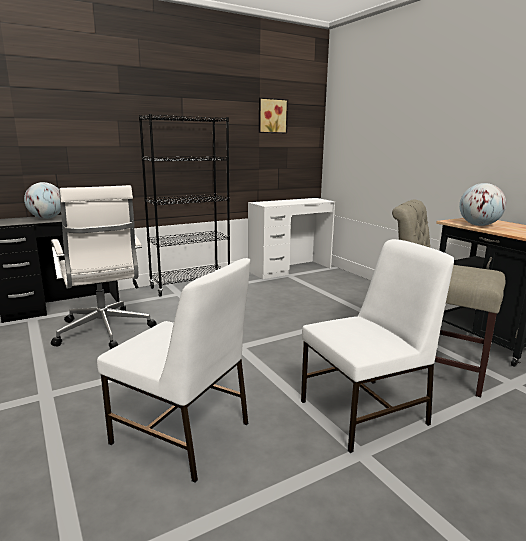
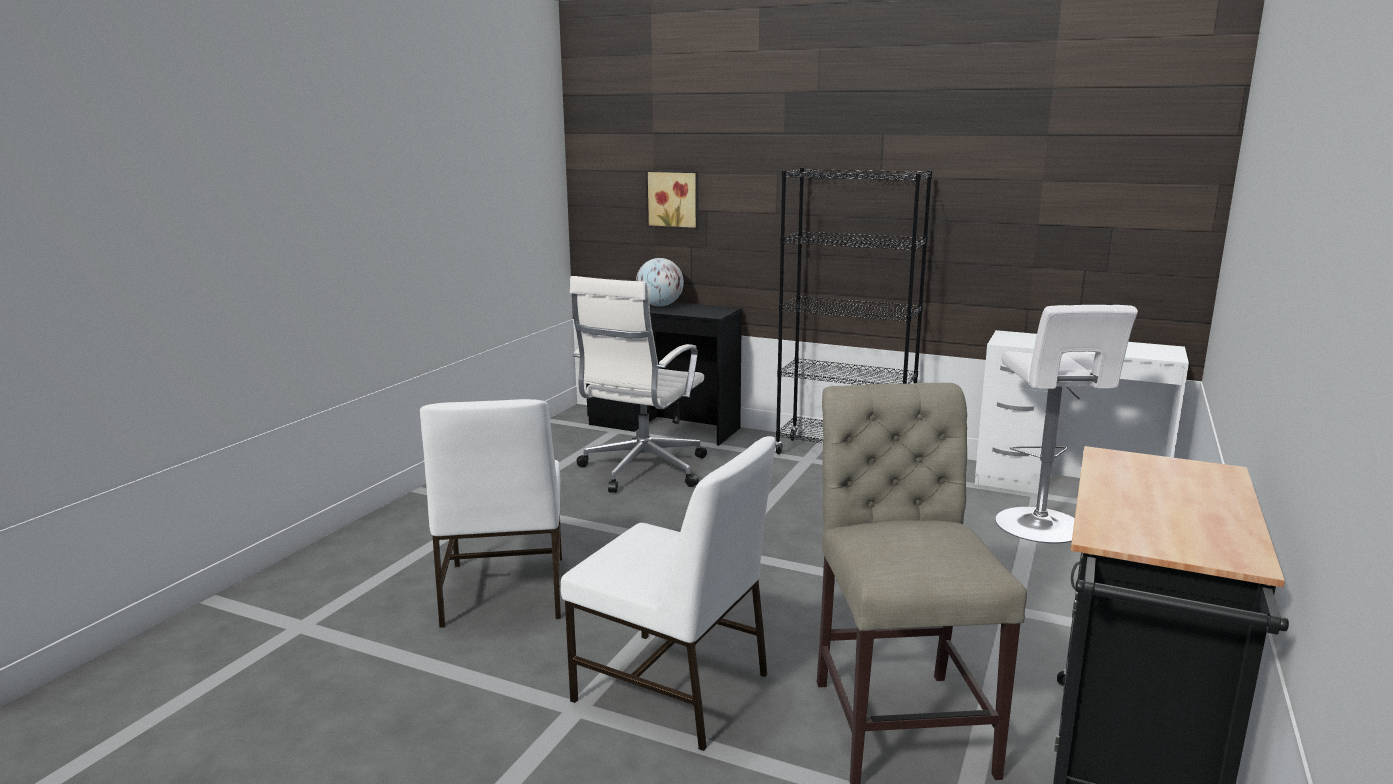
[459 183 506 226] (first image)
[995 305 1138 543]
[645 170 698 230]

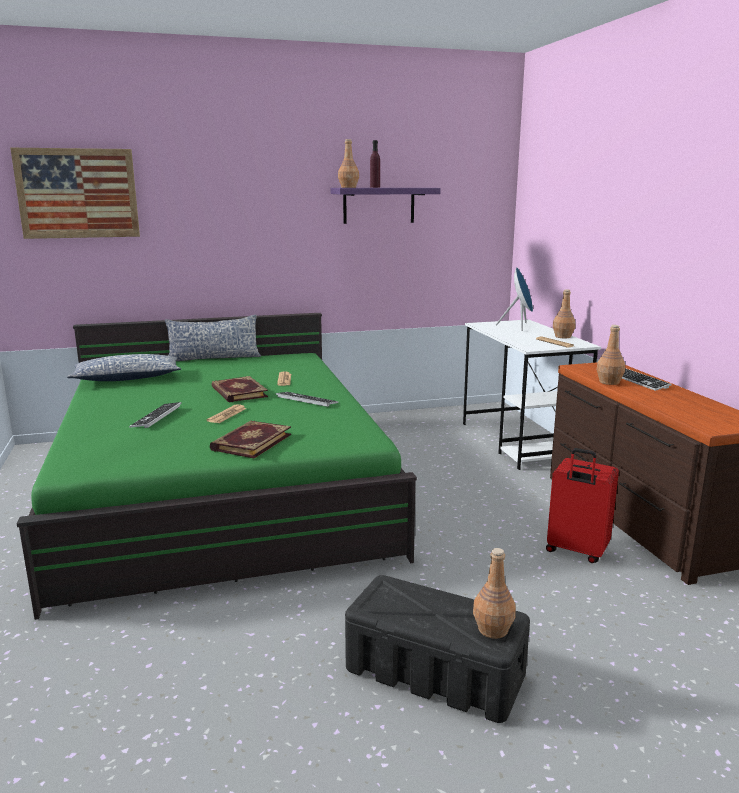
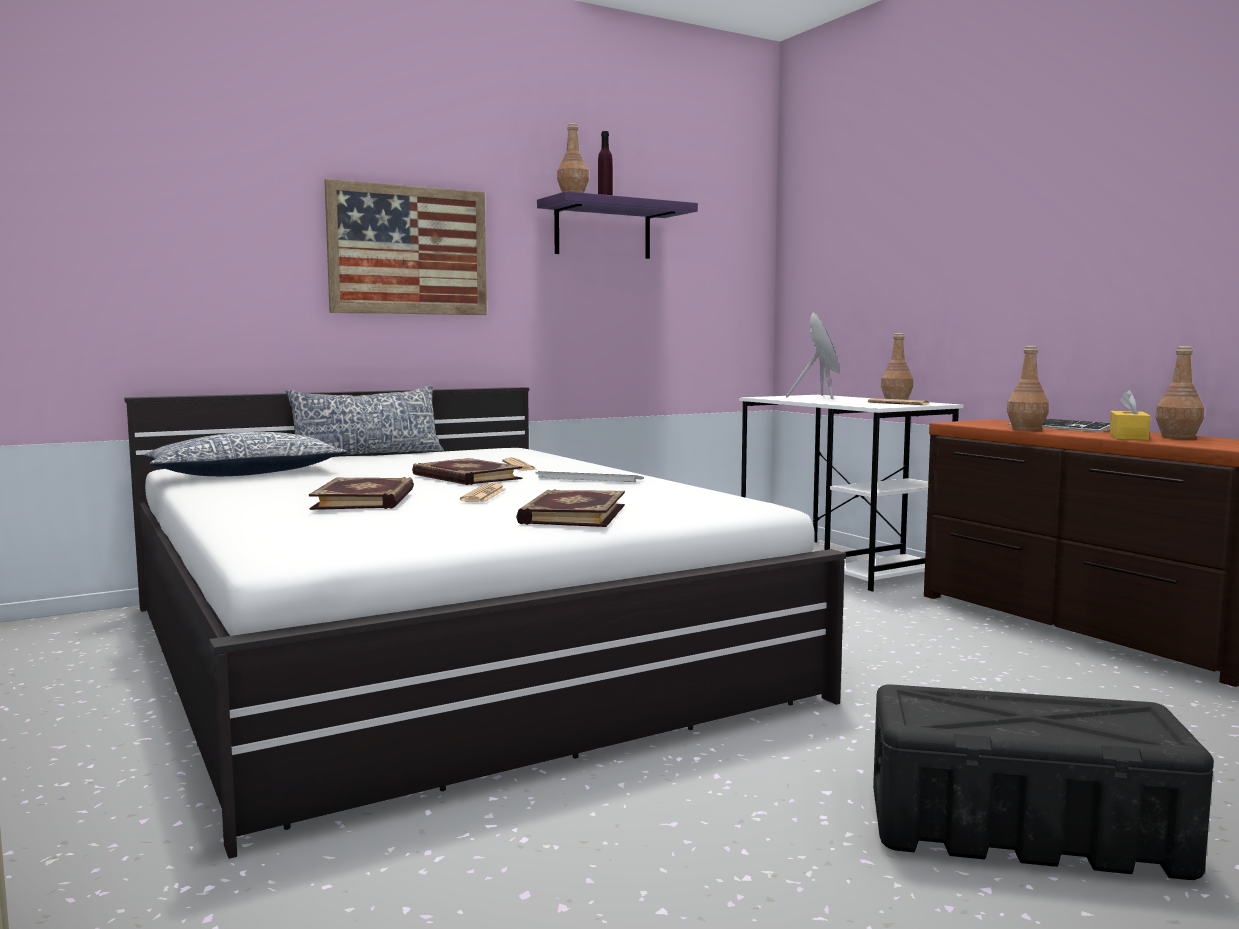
[546 448 619 563] (first image)
[1109 390 1151 440]
[324 179 487 315]
[1156 346 1204 439]
[309 477 414 510]
[124 387 846 859]

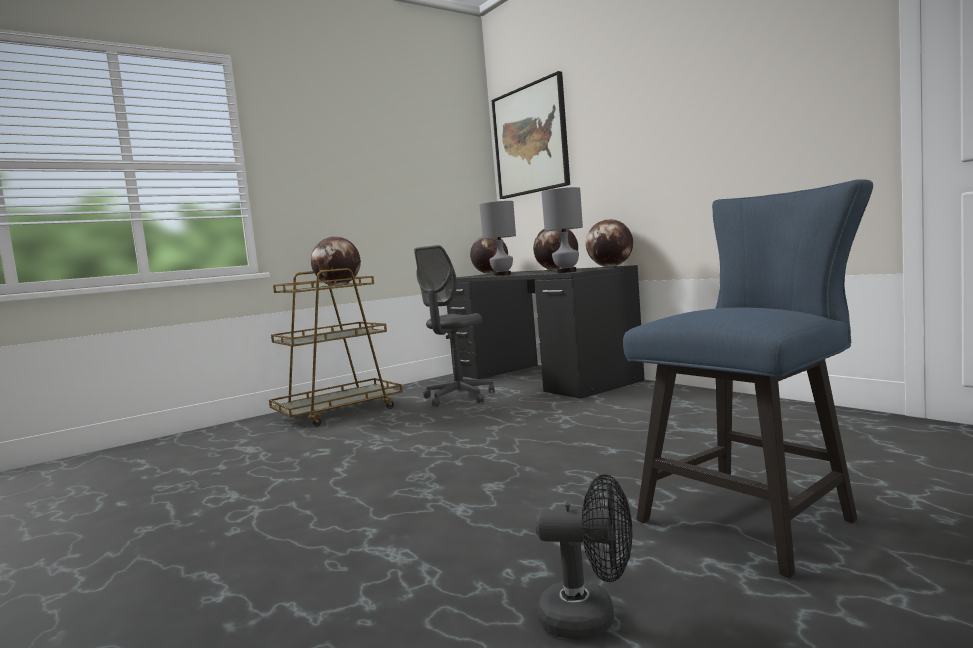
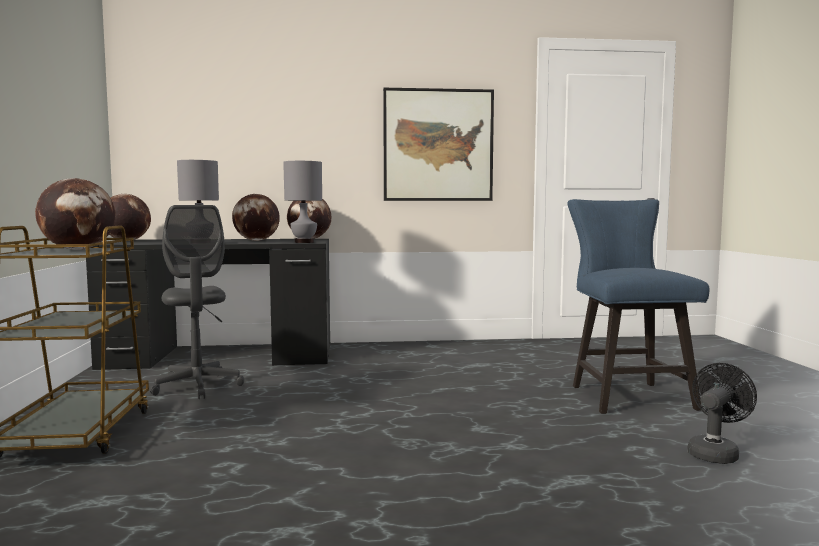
[383 88 494 201]

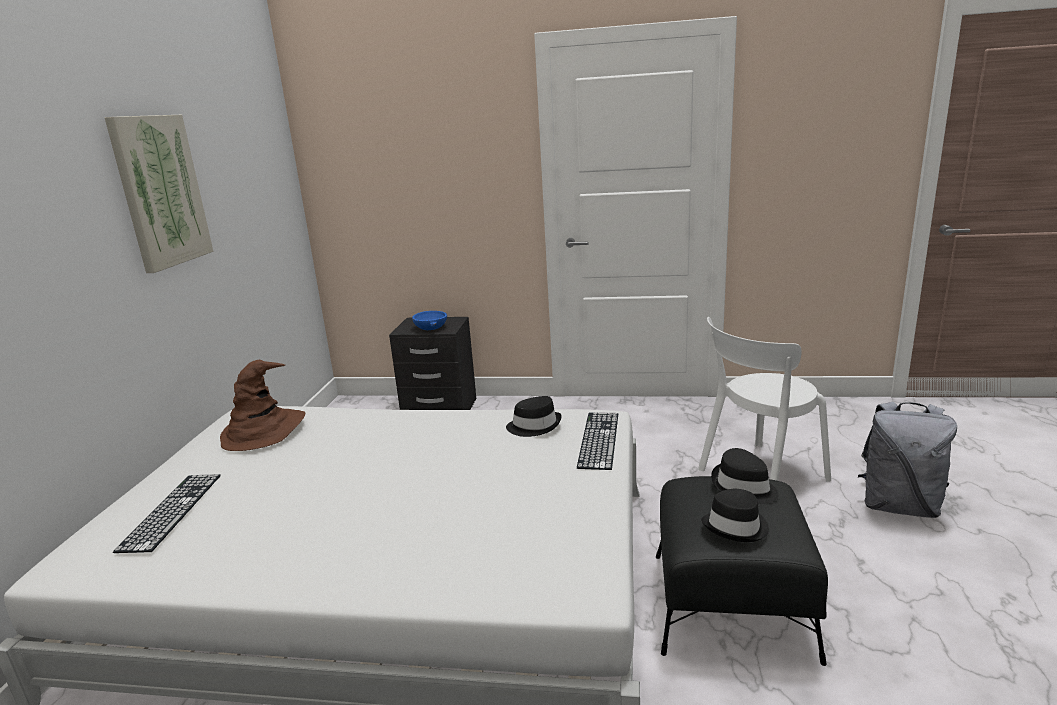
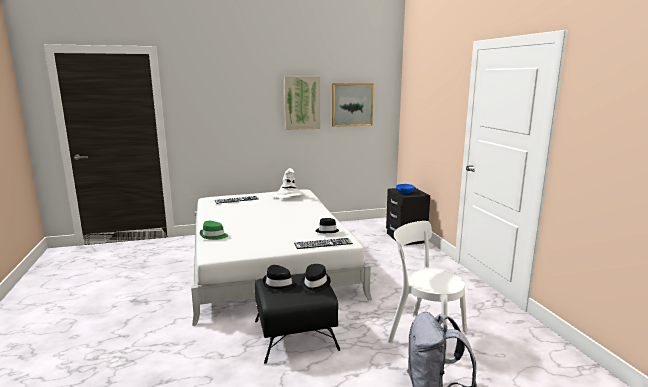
[200 221 228 240]
[332 83 374 127]
[272 168 305 199]

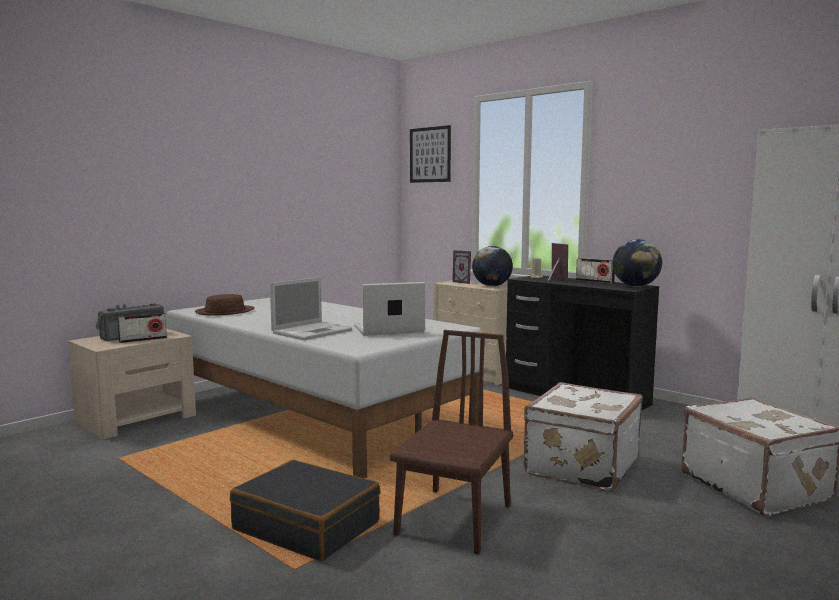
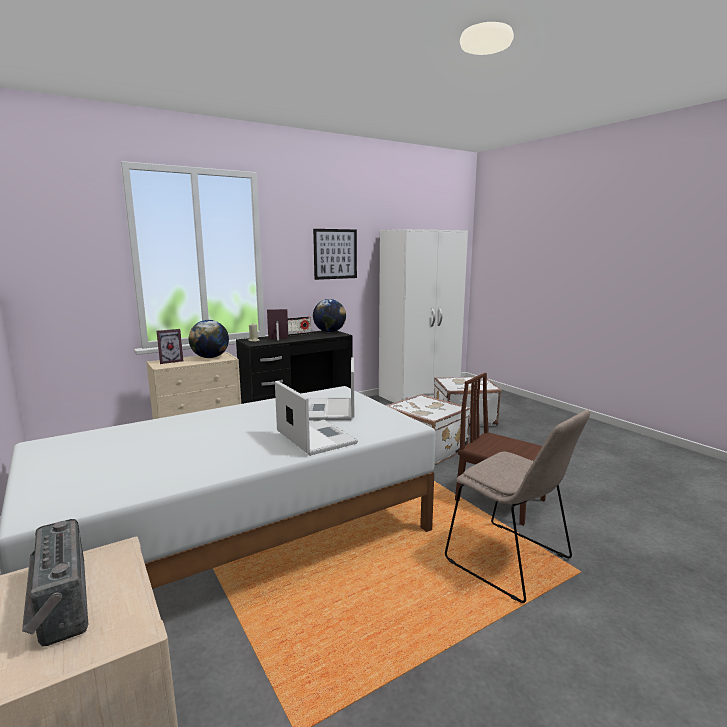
[117 313 167 343] (first image)
[195 294 255 315] (first image)
[313 229 357 280]
[445 409 590 603]

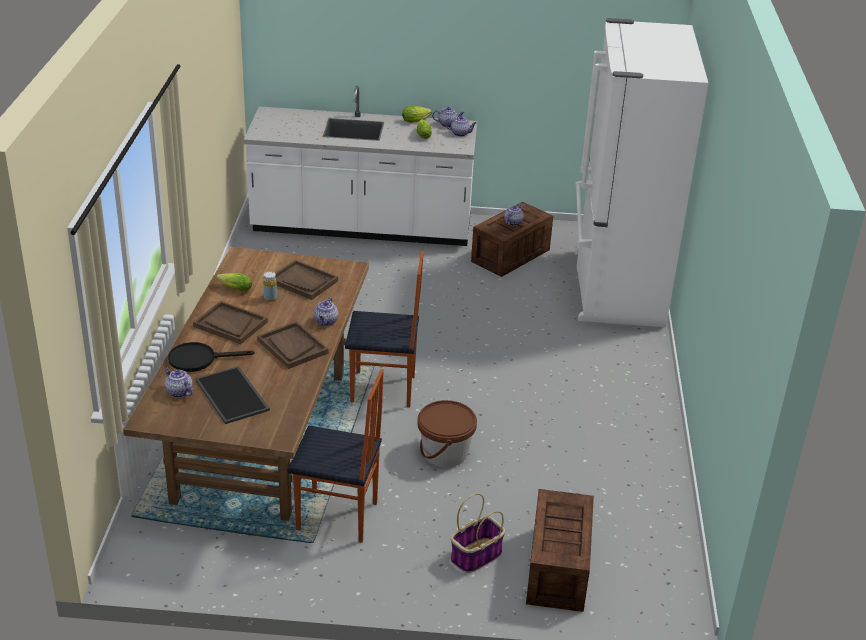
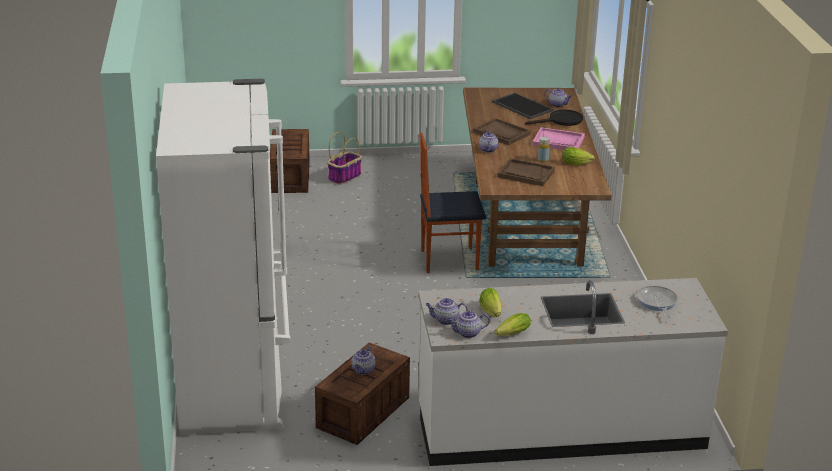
[287 369 384 543] (first image)
[417 400 477 468] (first image)
[637 286 678 317]
[532 127 585 150]

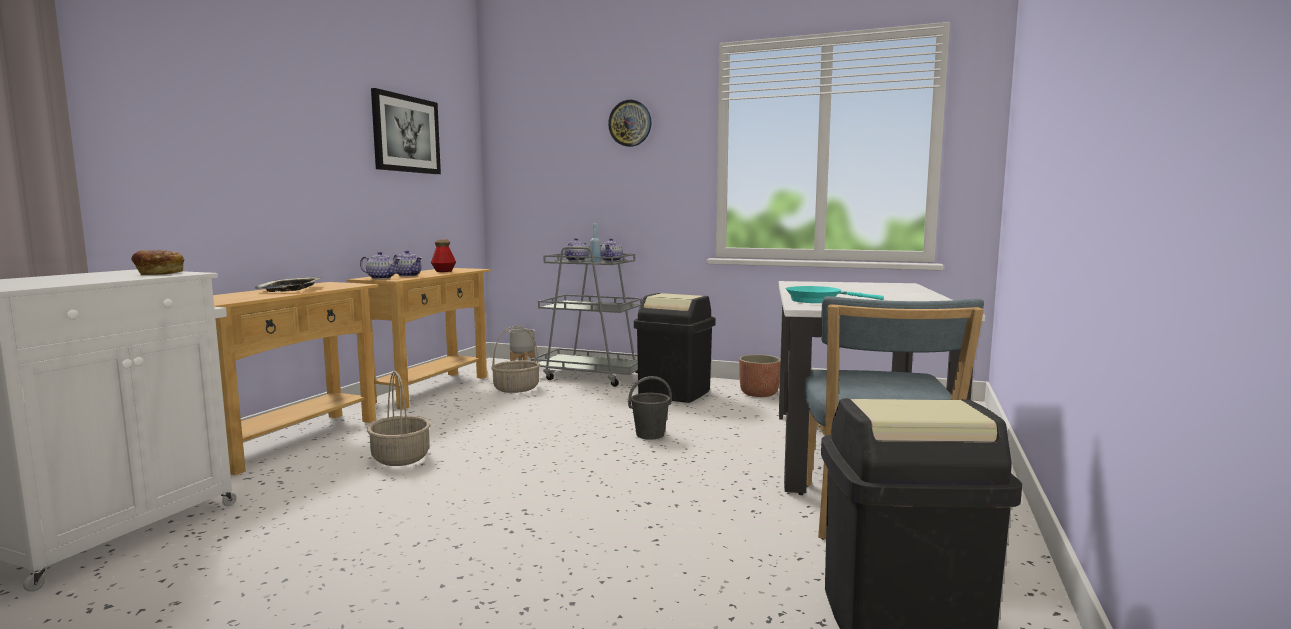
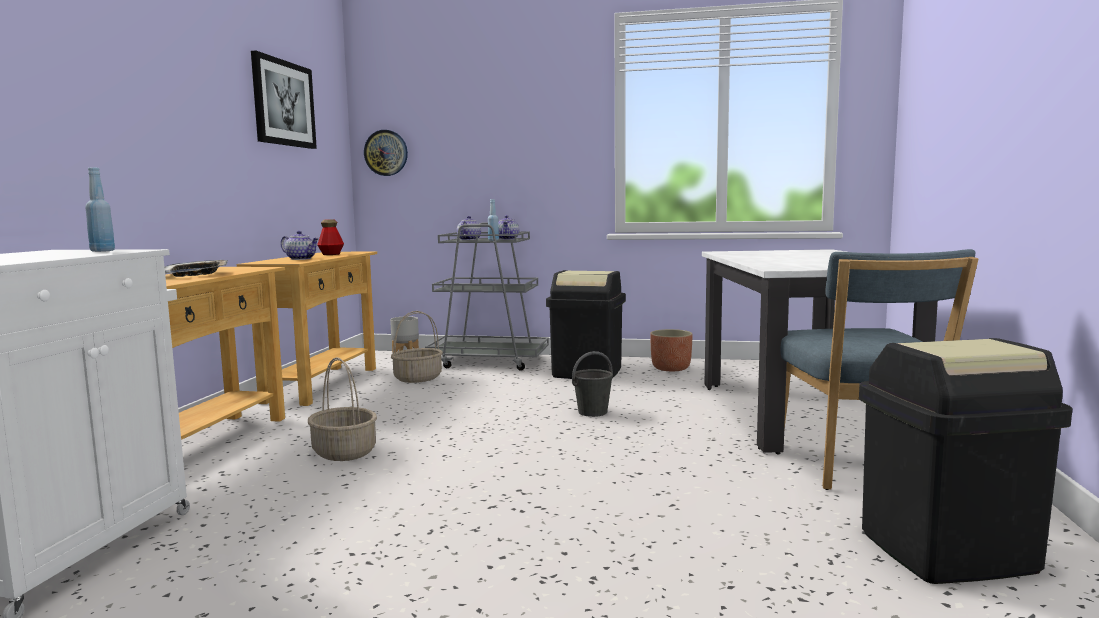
[360 252 401 279] (first image)
[785 286 884 303] (first image)
[364 130 408 176]
[85 168 115 252]

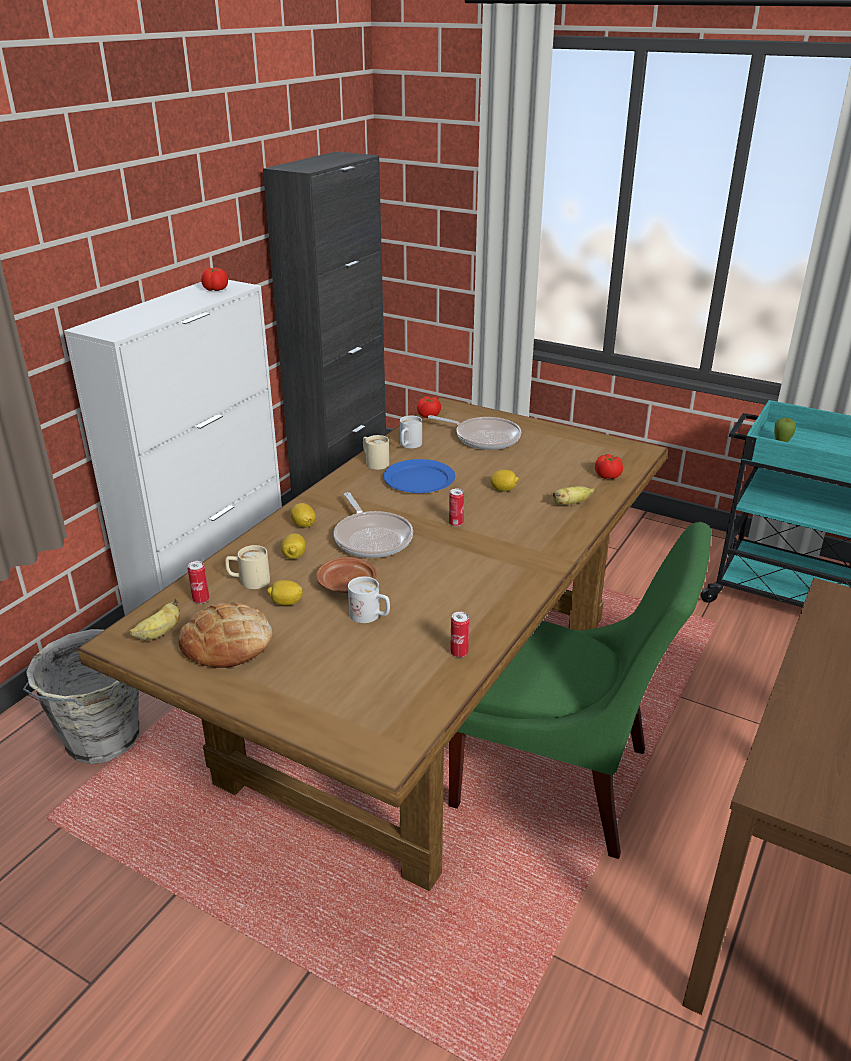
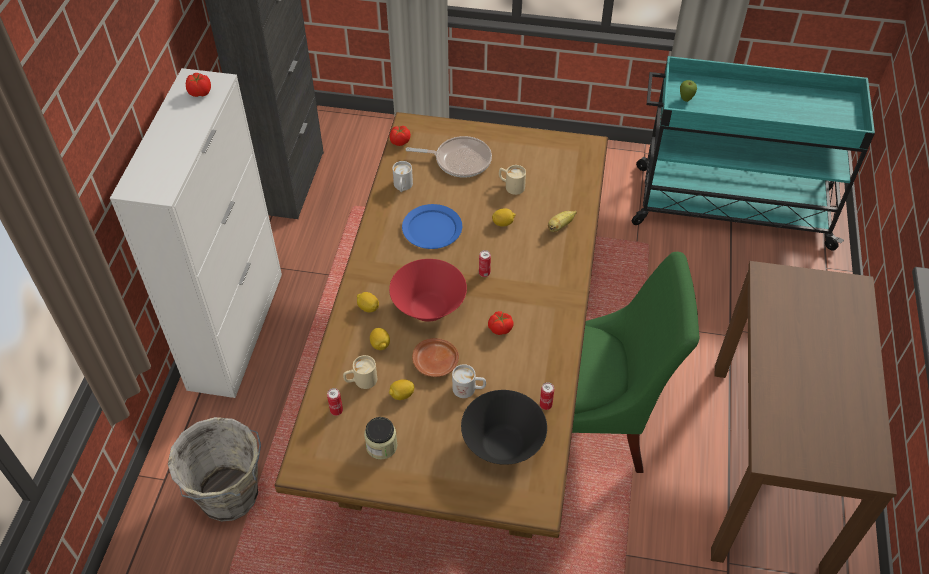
[129 599 180 640] (first image)
[461 390 547 465]
[499 165 526 195]
[488 311 514 335]
[364 417 398 460]
[389 259 467 322]

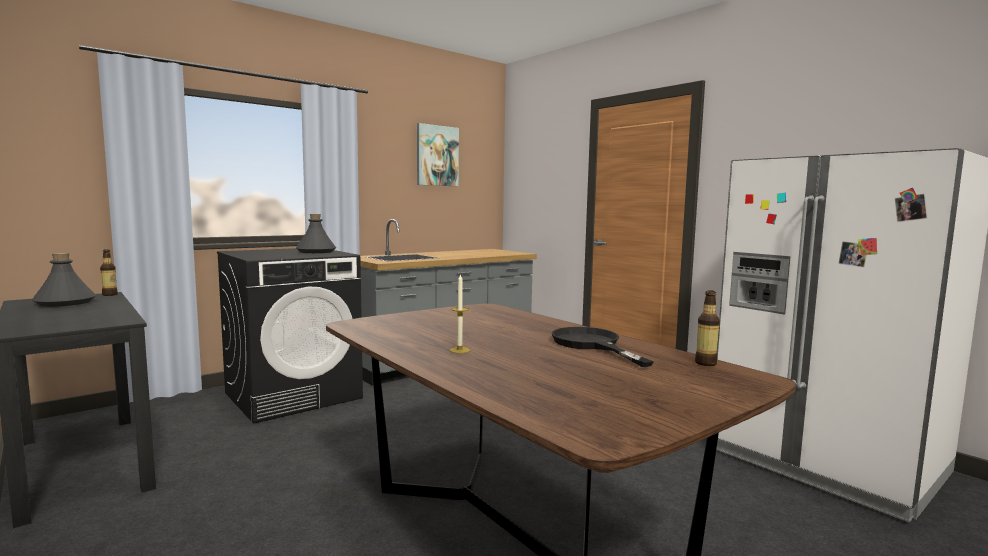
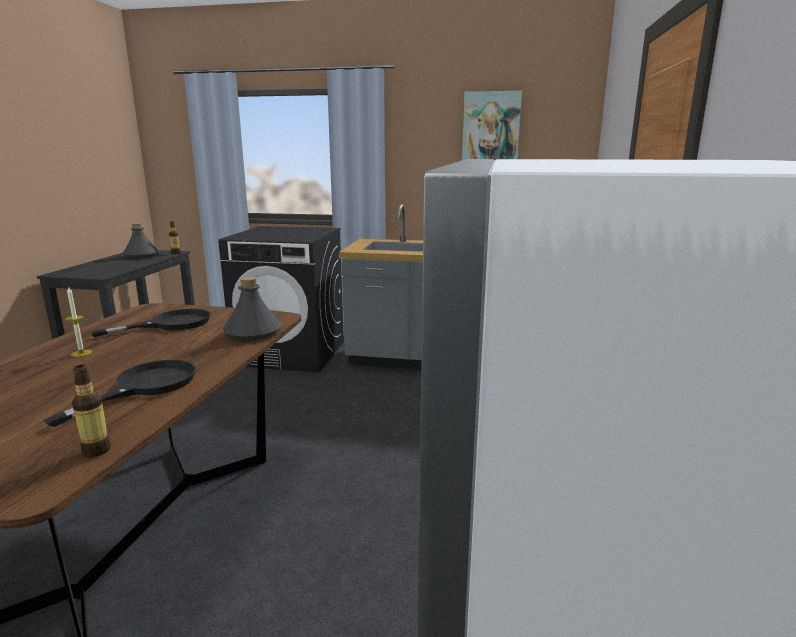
[90 309 211 337]
[223 277 282 340]

